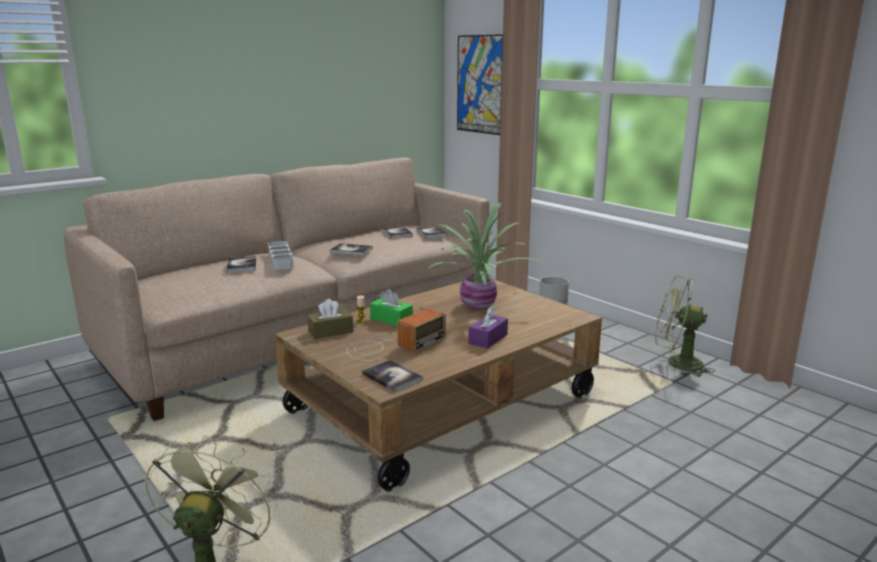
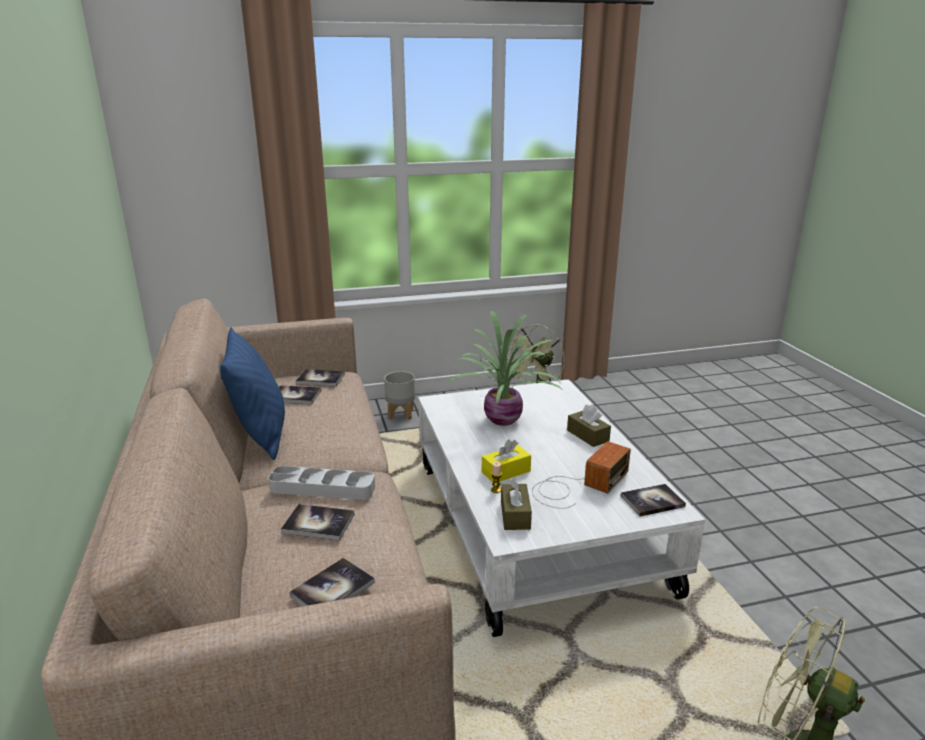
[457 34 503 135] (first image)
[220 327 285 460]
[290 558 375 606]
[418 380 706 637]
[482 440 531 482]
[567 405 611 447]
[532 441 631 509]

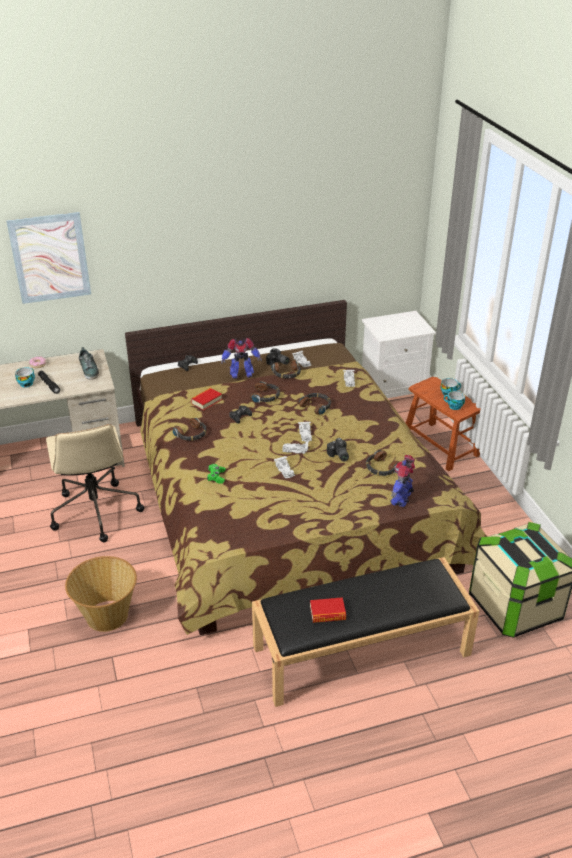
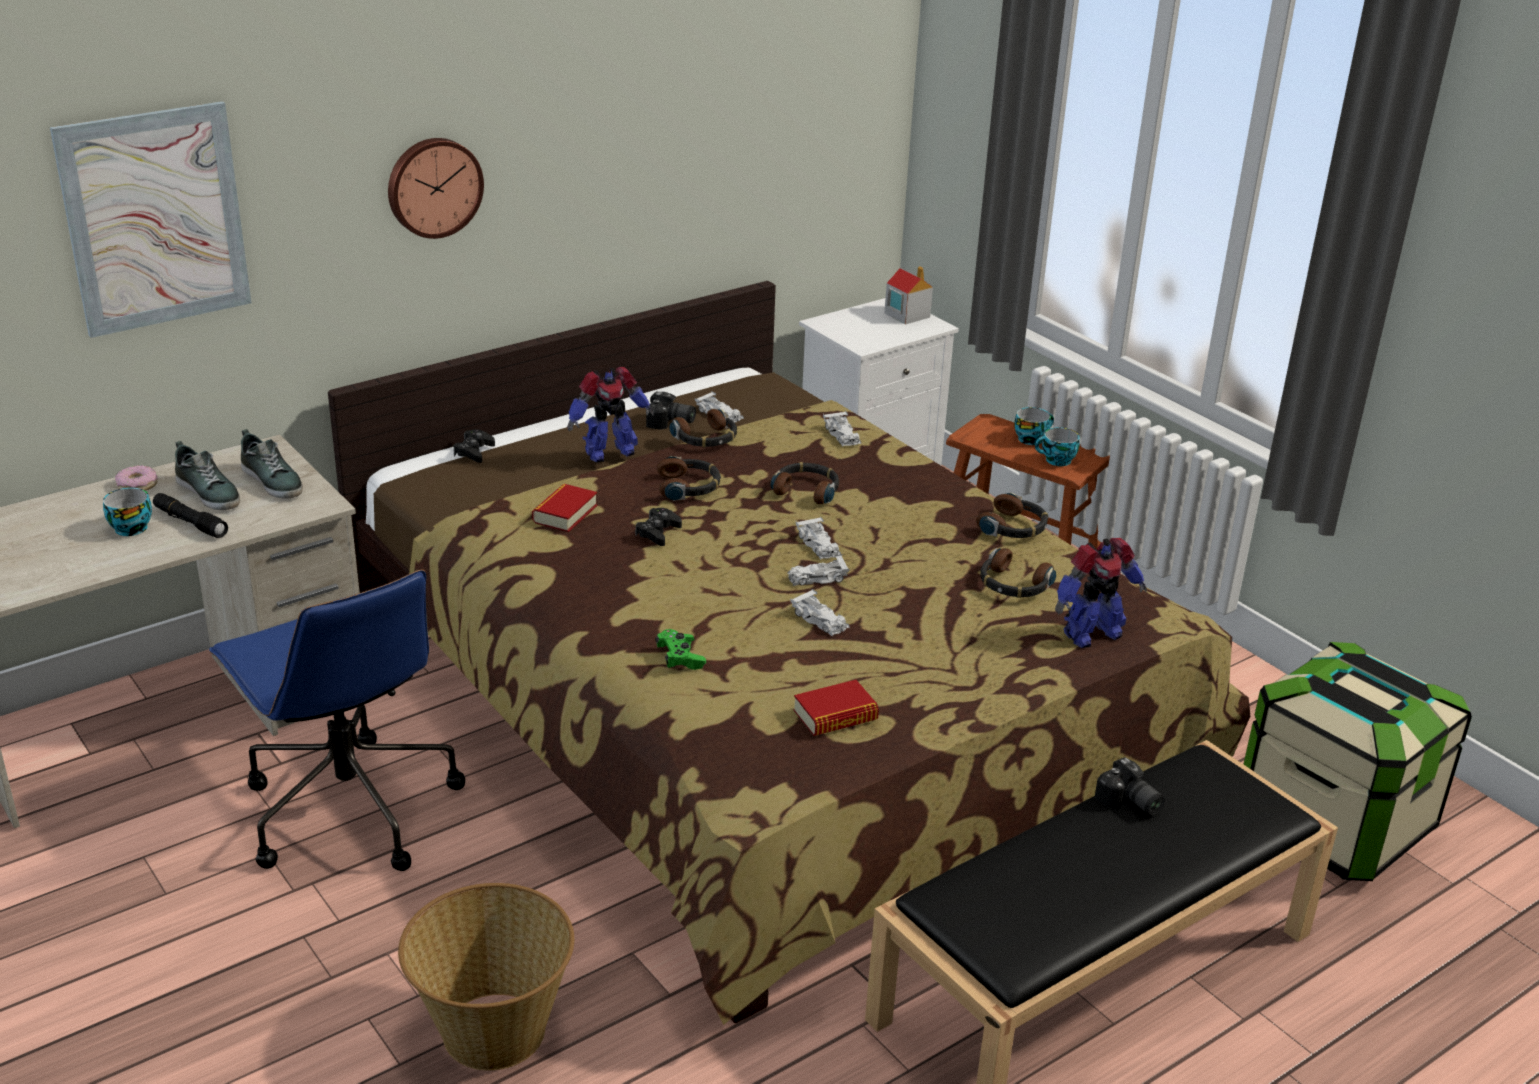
[175 441 240 510]
[388 138 484 239]
[884 266 933 324]
[976 492 1048 538]
[794 680 879 736]
[1095 757 1165 815]
[209 569 465 871]
[1055 538 1147 648]

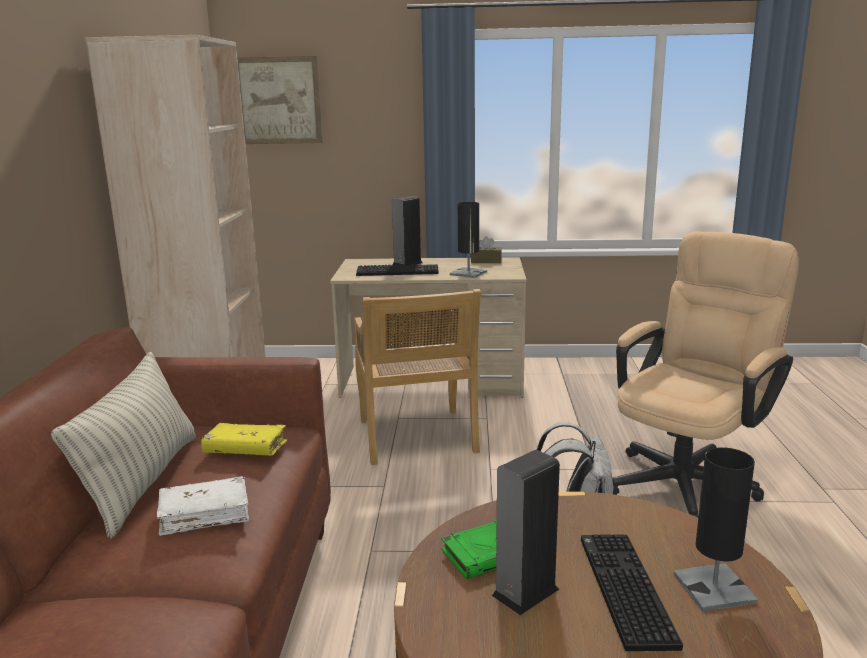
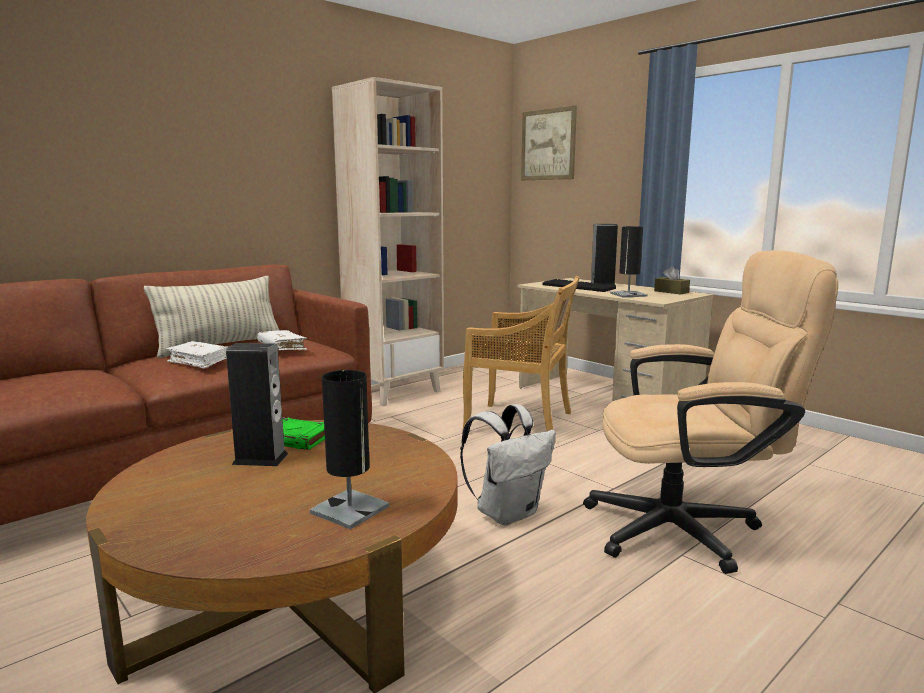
[581 534 683 651] (first image)
[257 330 307 350]
[462 276 580 443]

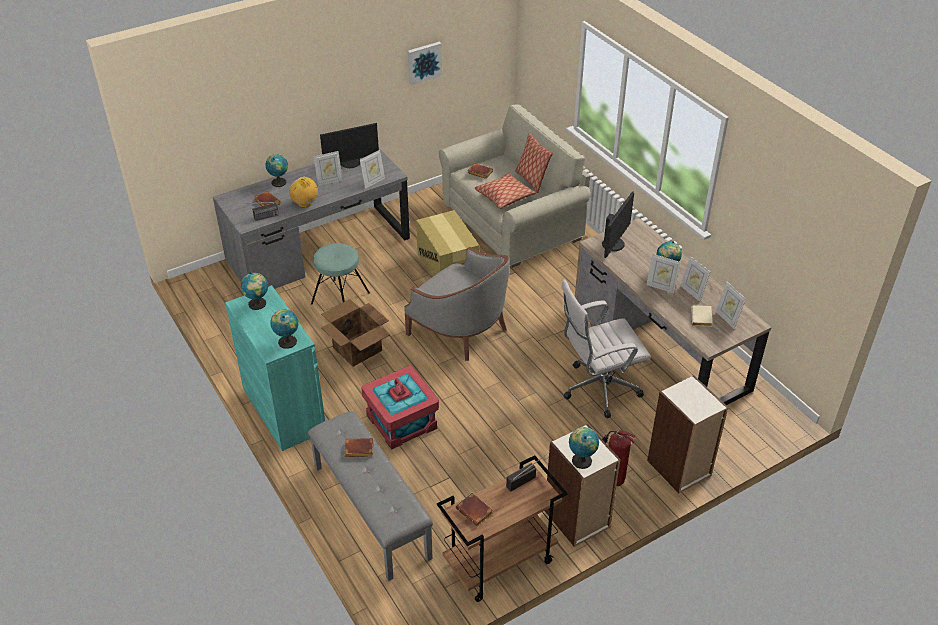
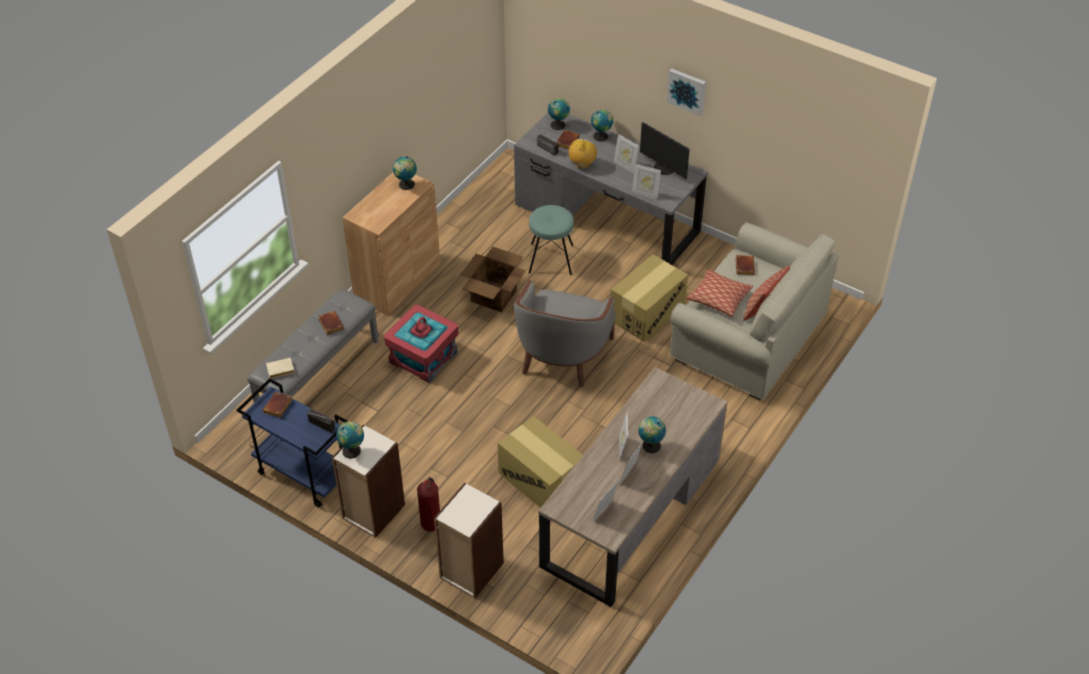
[602 192 634 258] (first image)
[548 98 570 130]
[667 68 706 116]
[266 358 295 379]
[498 416 583 508]
[342 172 440 315]
[237 378 348 508]

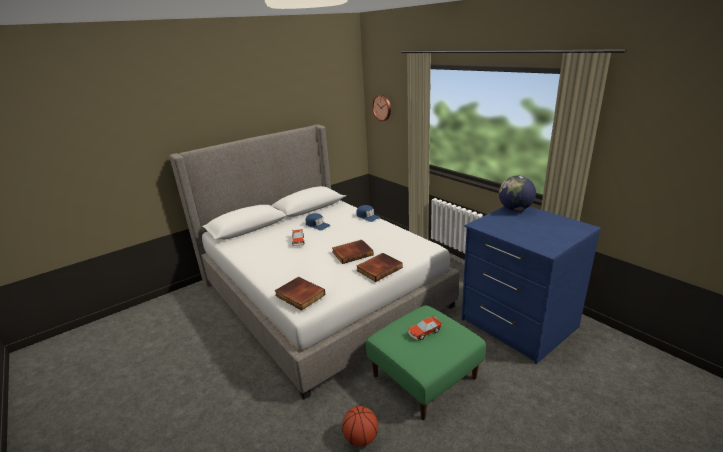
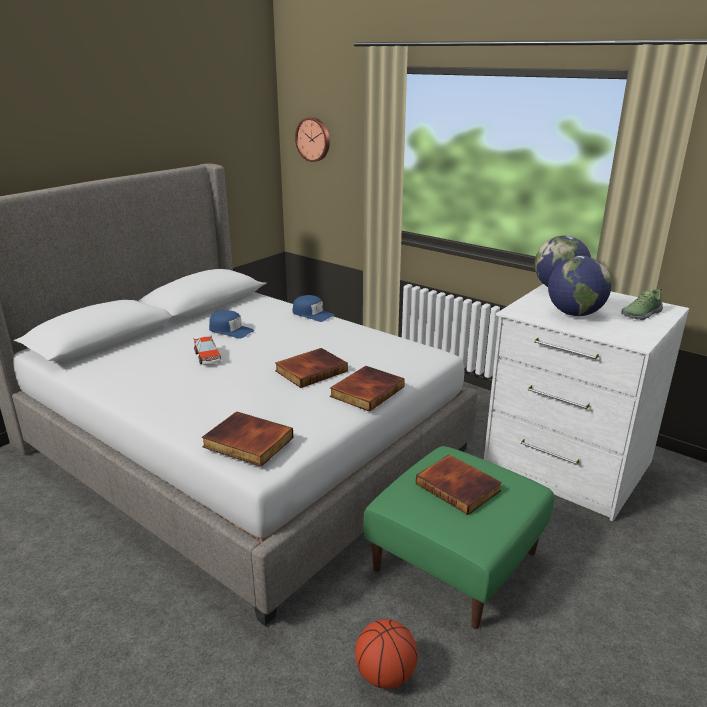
[548 256 612 316]
[621 288 663 320]
[416 454 502 515]
[484 284 689 521]

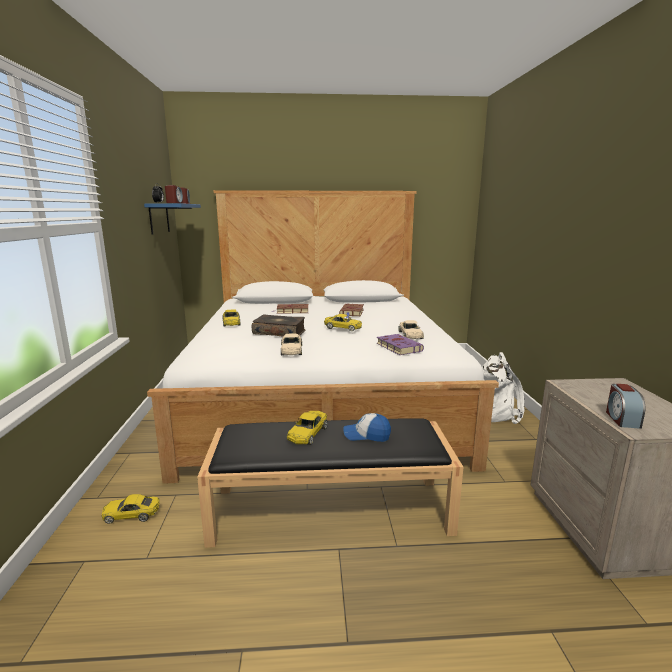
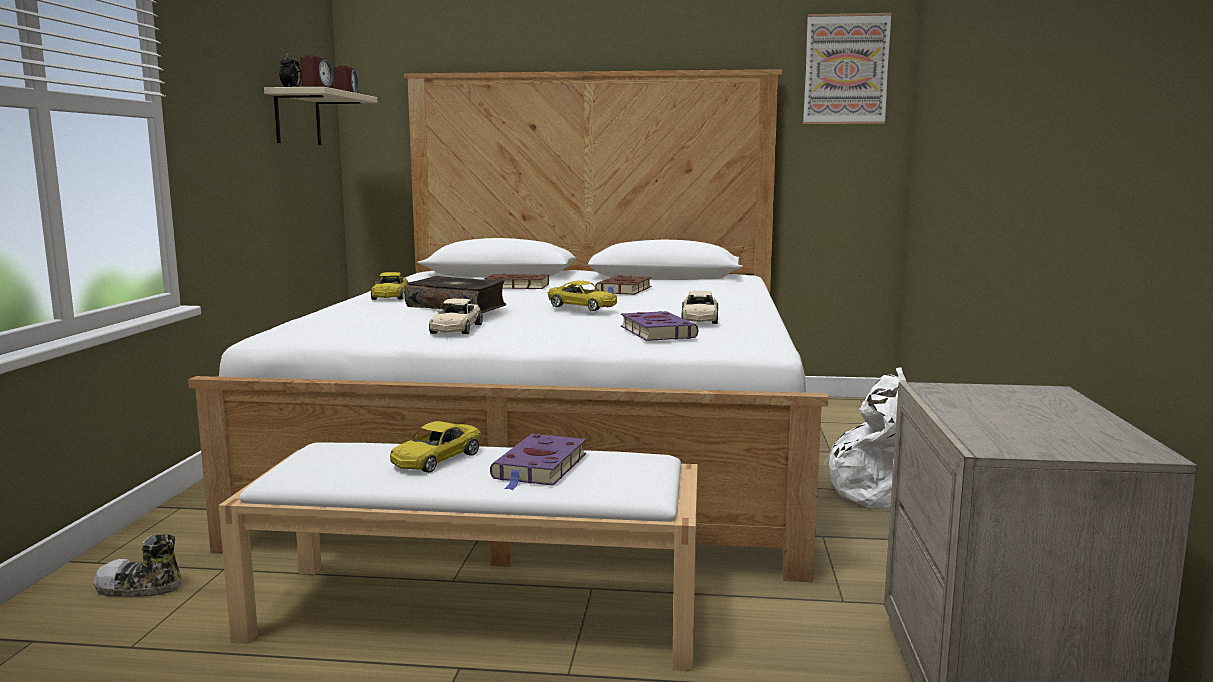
[606 384 645 429] (first image)
[803 13 892 124]
[93 534 182 597]
[490 434 586 490]
[264 87 377 145]
[219 443 698 671]

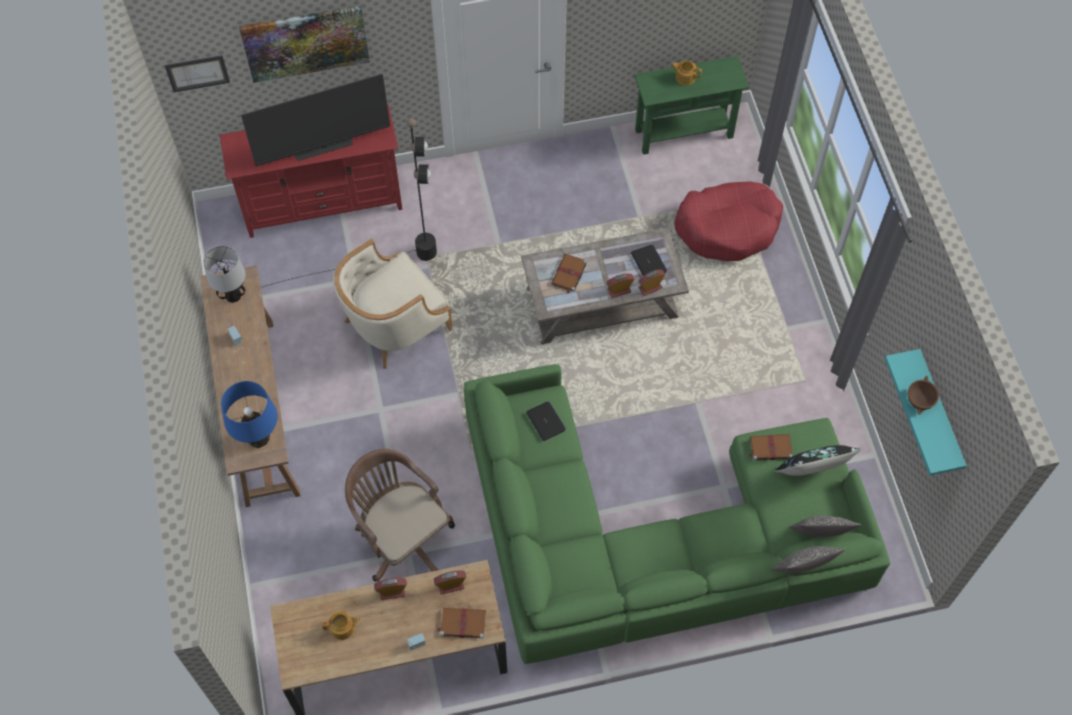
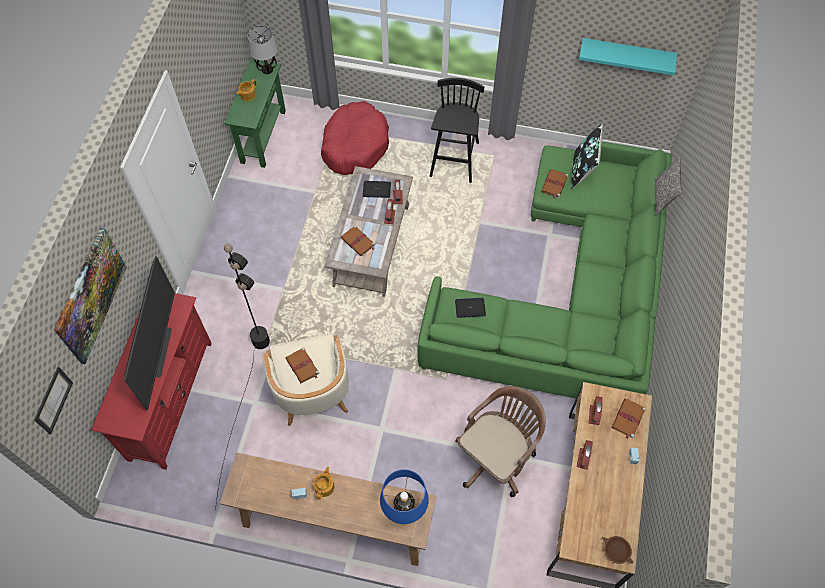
[789 516 861 537] (first image)
[286 347 319 383]
[430 78 484 183]
[248 26 277 74]
[313 467 334 500]
[602 536 633 564]
[455 386 546 497]

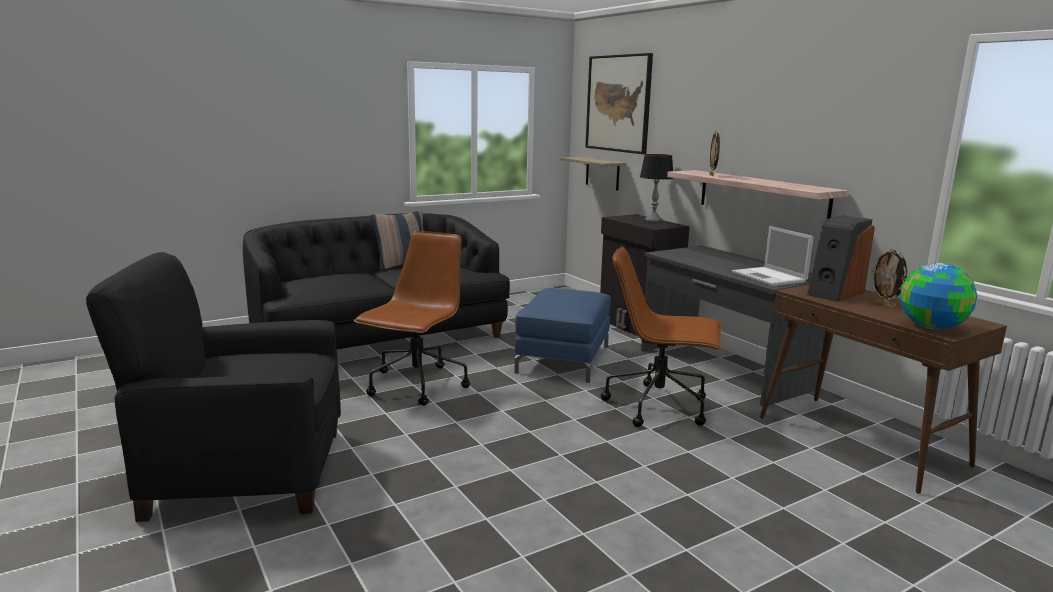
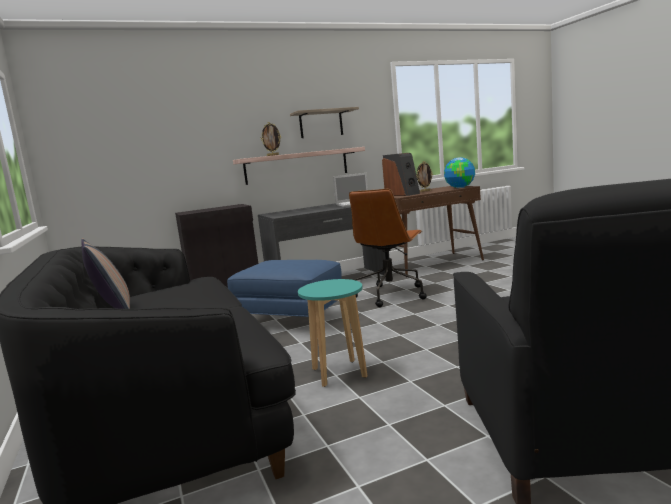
[585 53 653 154] (first image)
[640 154 674 222] (first image)
[290 107 359 138]
[298 279 368 387]

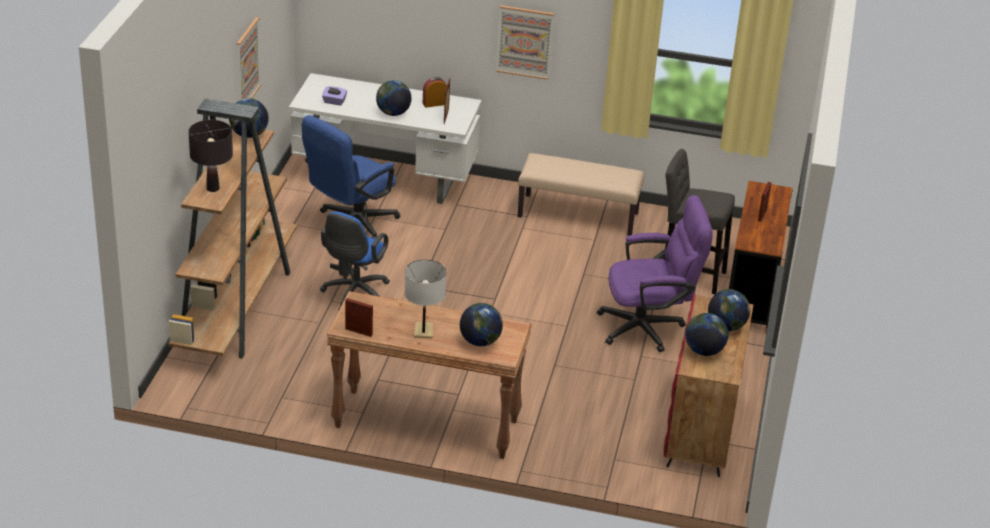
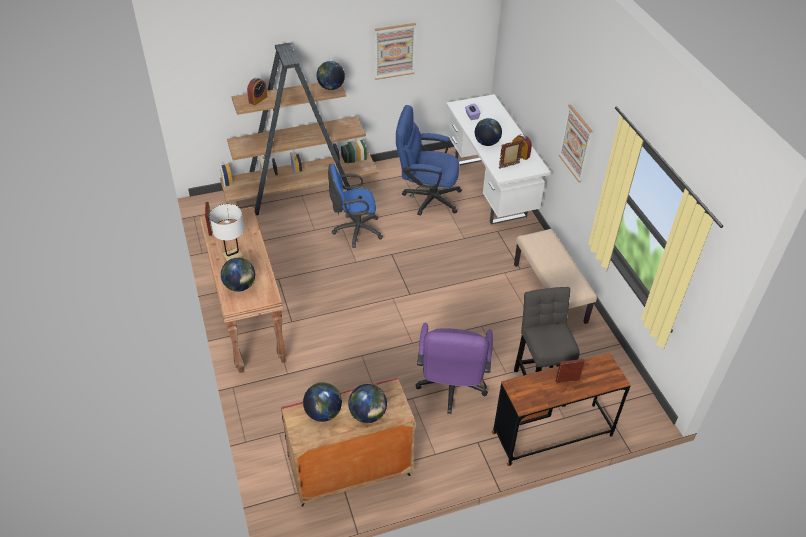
[247 78 268 105]
[416 323 493 414]

